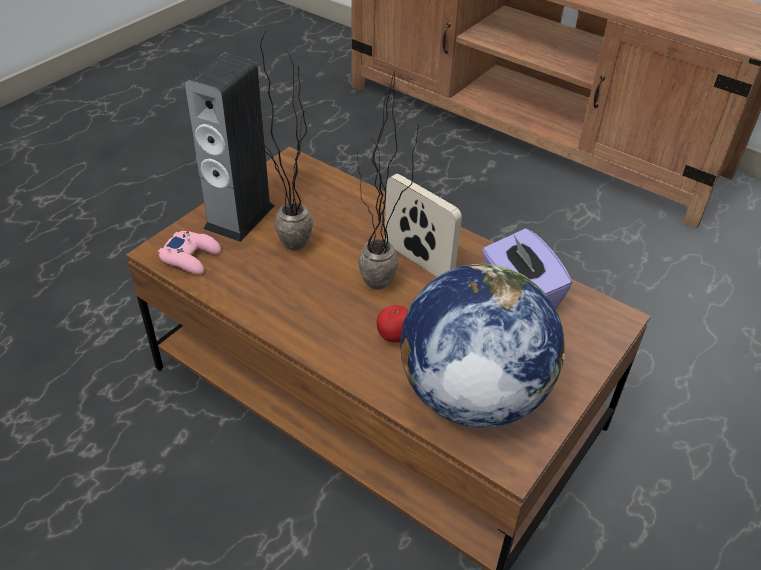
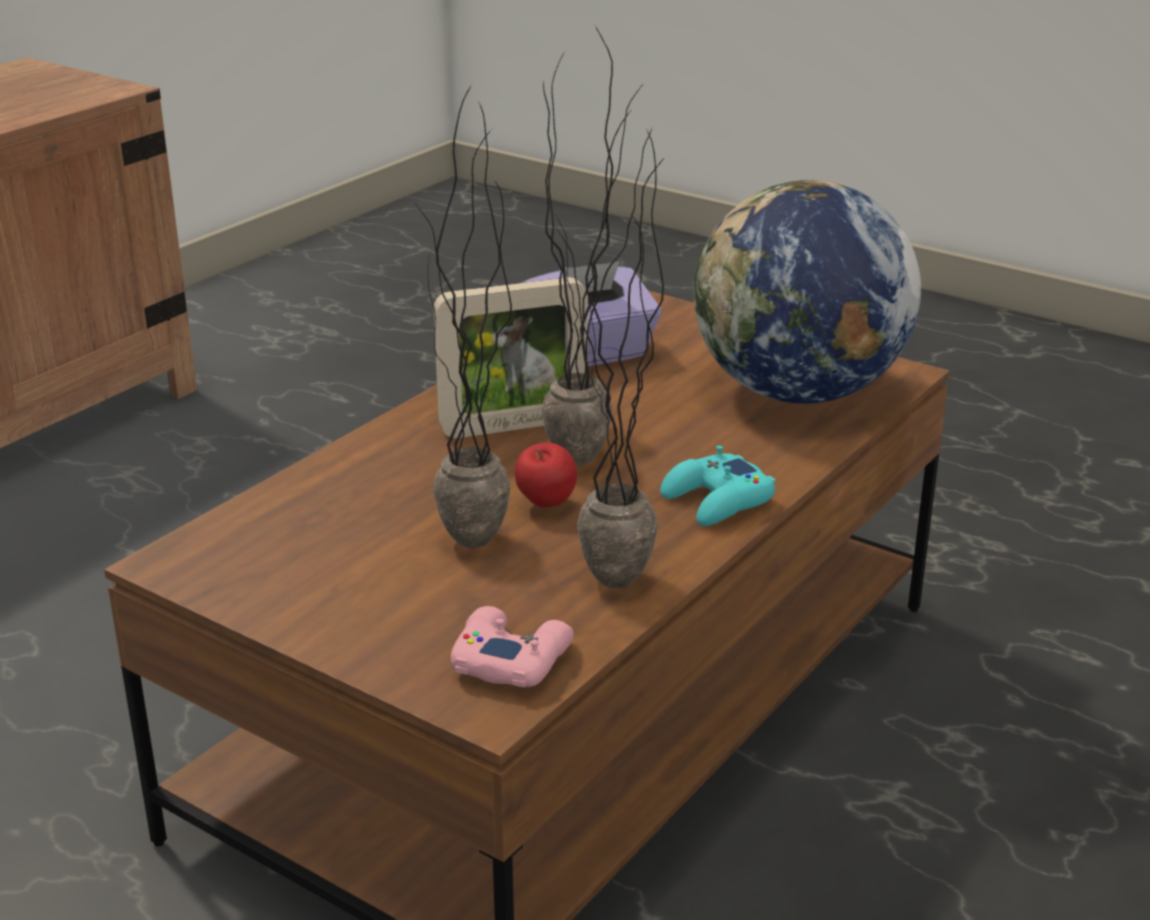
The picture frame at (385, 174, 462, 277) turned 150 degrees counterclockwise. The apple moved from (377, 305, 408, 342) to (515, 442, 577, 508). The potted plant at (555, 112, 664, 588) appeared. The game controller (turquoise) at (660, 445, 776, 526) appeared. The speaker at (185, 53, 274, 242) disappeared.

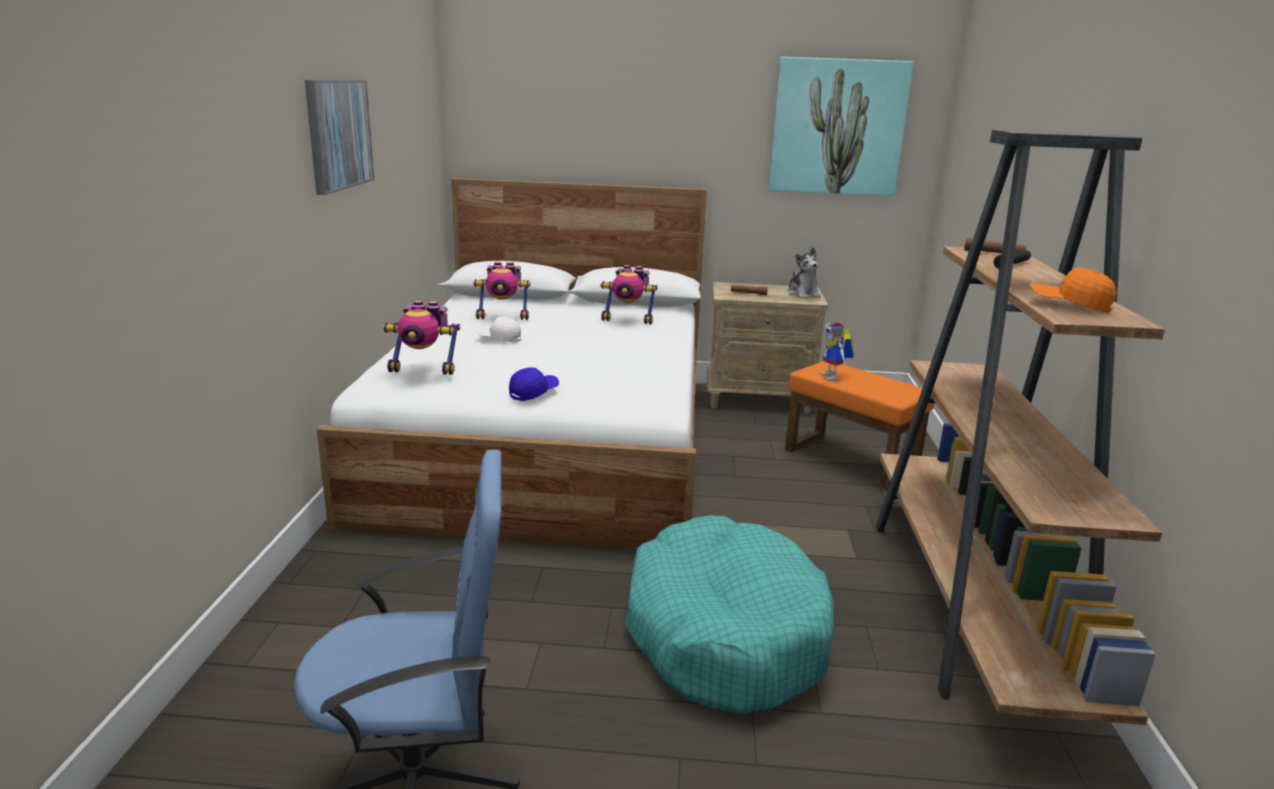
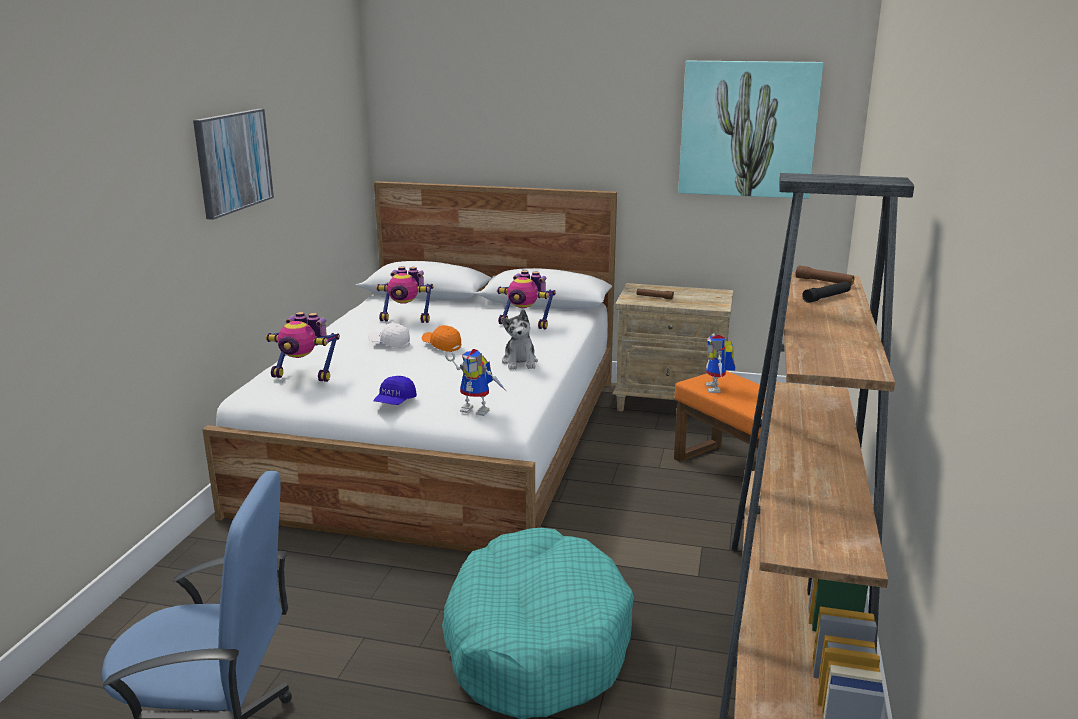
The cap (blue) at (509, 367, 559, 401) turned 150 degrees clockwise. The cap (orange) moved from (1030, 267, 1116, 313) to (422, 325, 461, 352). The toy robot at (445, 349, 507, 416) appeared. The plush toy moved from (787, 247, 821, 299) to (501, 309, 538, 370).

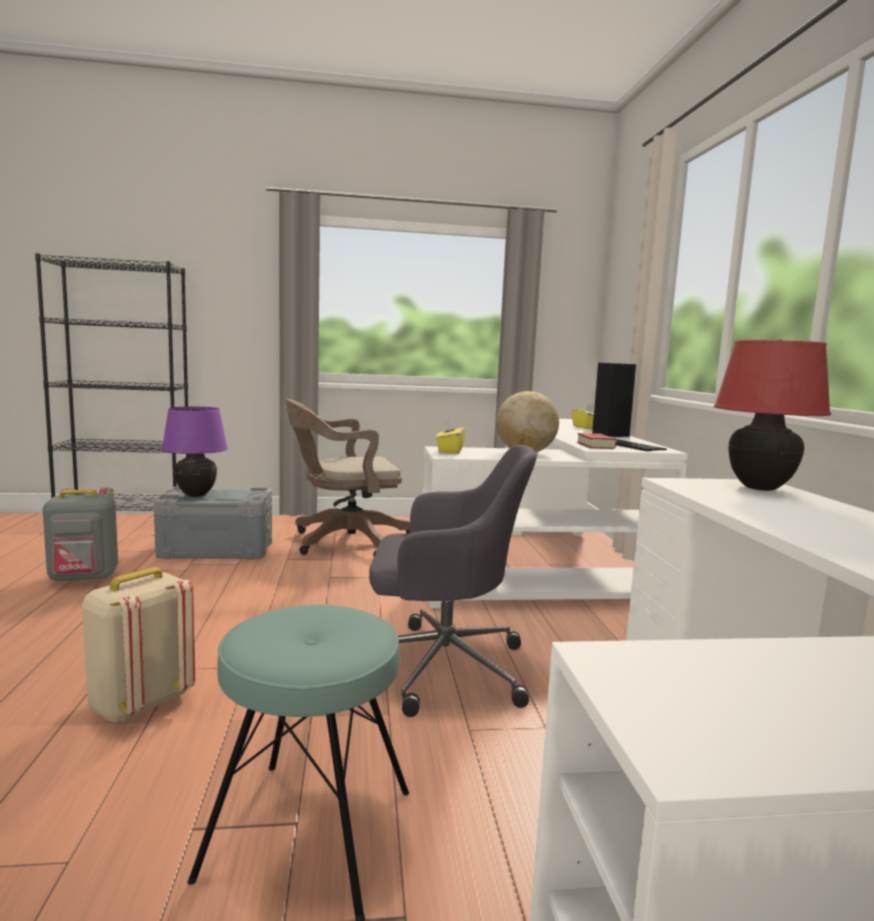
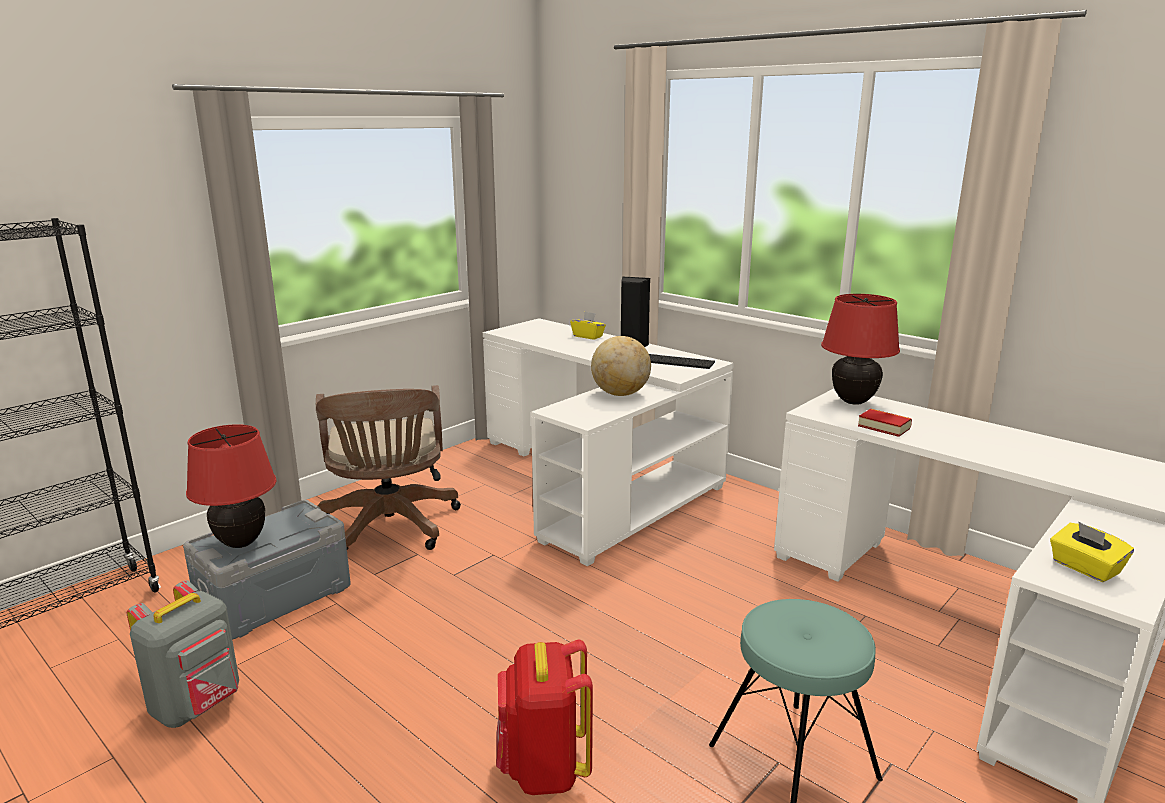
The table lamp (purple) at (161, 406, 228, 497) became the table lamp (red) at (186, 424, 276, 548). The office chair (brown) at (285, 399, 410, 556) turned 45 degrees counterclockwise. The backpack (beige) at (82, 567, 195, 723) became the backpack (red) at (496, 639, 593, 795). The book moved from (577, 433, 617, 449) to (858, 409, 912, 437). The tissue box (yellow) moved from (436, 420, 465, 454) to (1050, 521, 1134, 582). The office chair (grey) at (369, 445, 537, 717) disappeared.

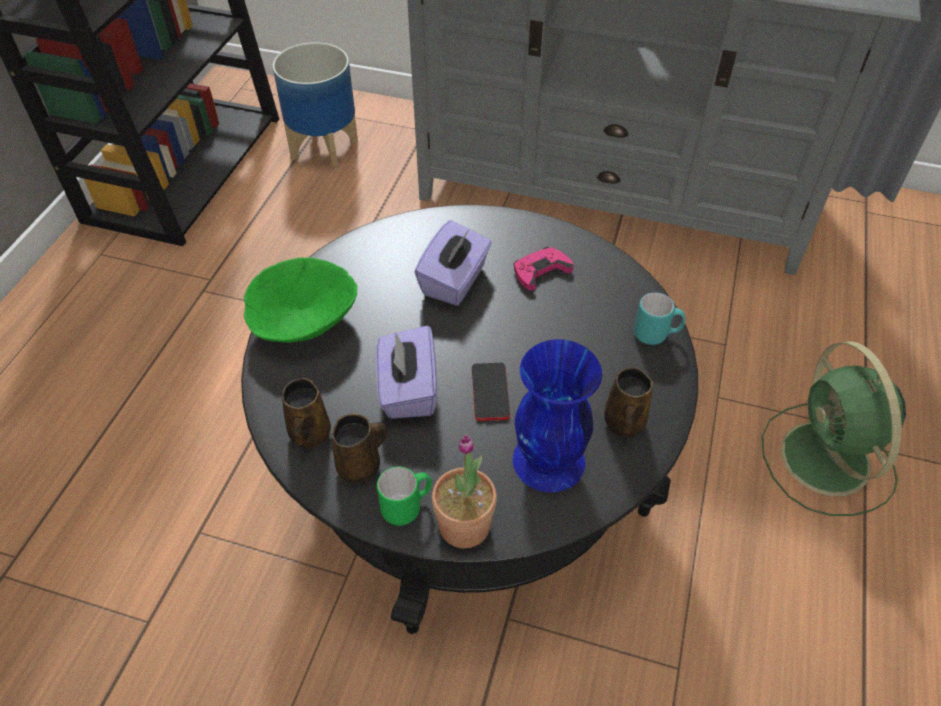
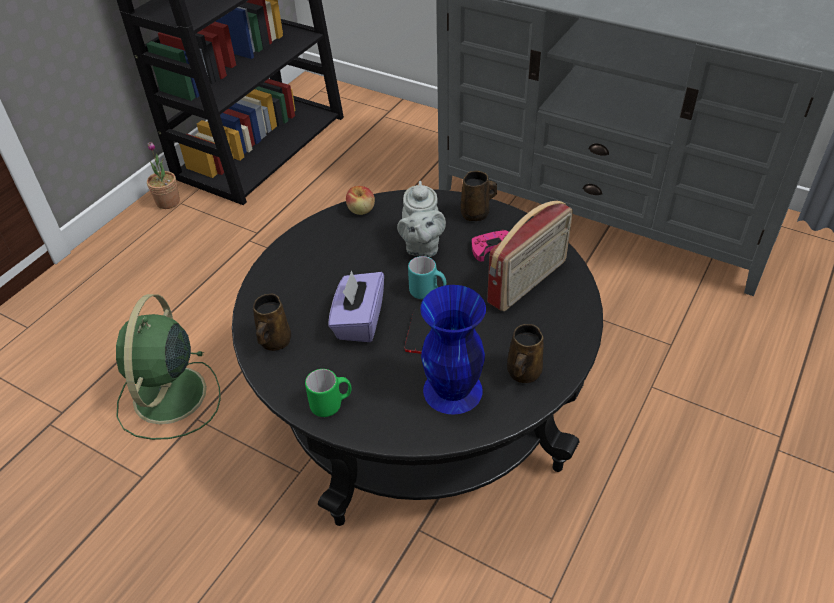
The fan (green) moved from (762, 341, 906, 516) to (116, 294, 221, 440). The potted plant moved from (432, 434, 497, 549) to (147, 142, 180, 209). The apple at (346, 186, 375, 215) appeared. The tissue box (purple) at (414, 220, 492, 306) was replaced by the teapot (grey) at (397, 181, 446, 257). The mug (turquoise) moved from (634, 292, 685, 345) to (408, 256, 446, 299). The mug (brown) moved from (331, 413, 388, 484) to (460, 171, 497, 221). The radio at (487, 200, 573, 312) appeared. The bowl (green) at (244, 257, 357, 343) disappeared. The planter at (272, 42, 358, 170) disappeared.

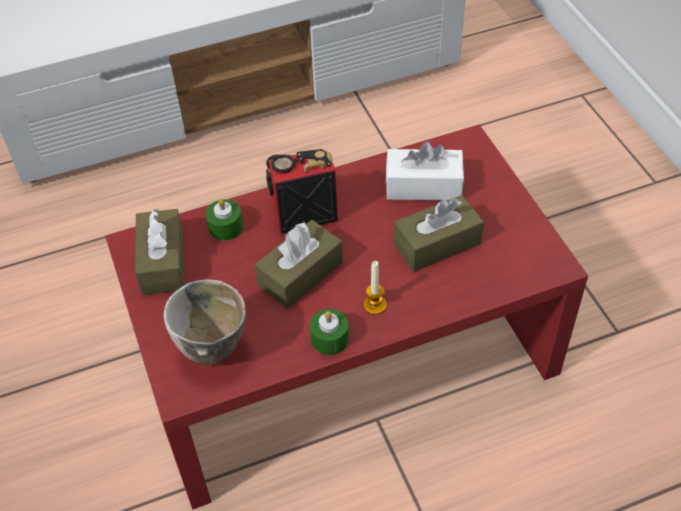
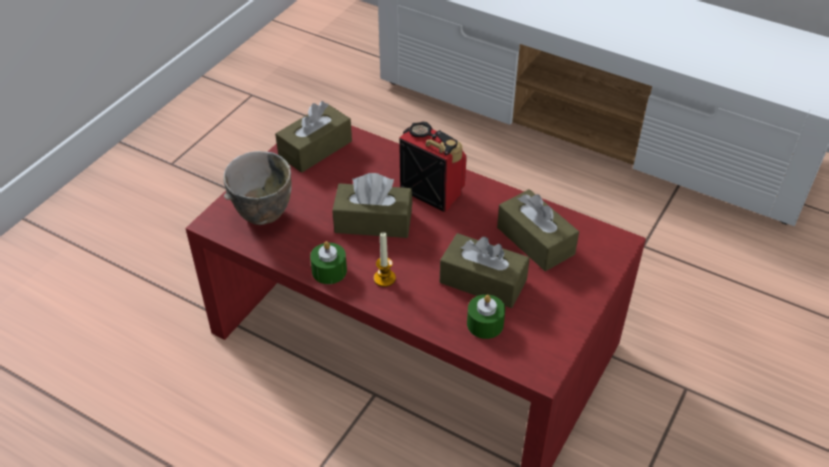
The candle (green) moved from (206, 199, 243, 241) to (467, 294, 505, 339). The tissue box (white) at (386, 142, 464, 200) became the tissue box (brown) at (497, 189, 579, 271).

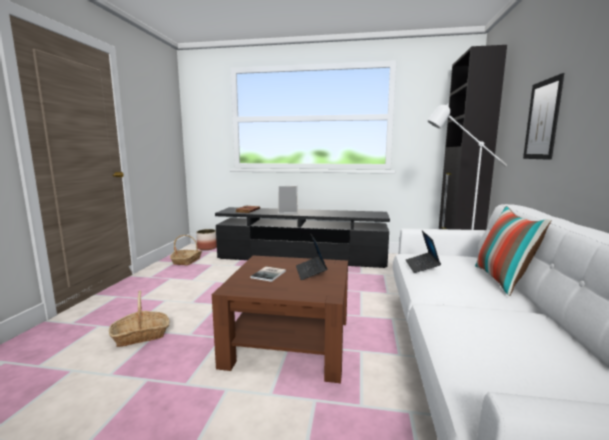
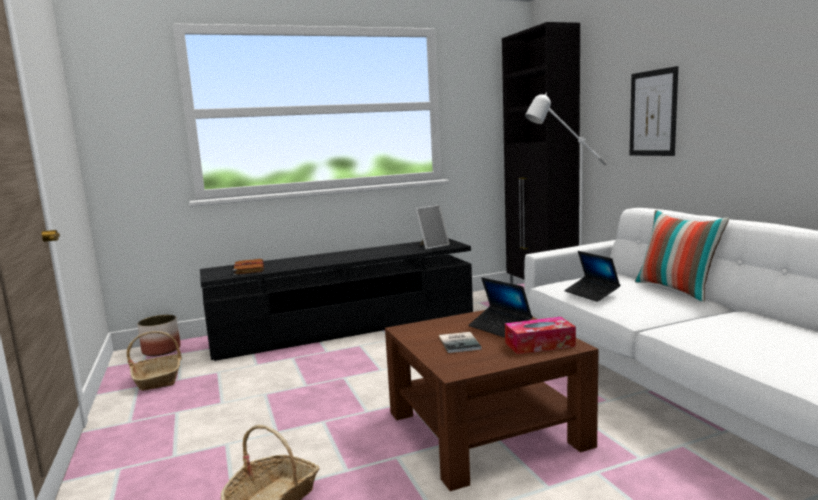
The picture frame moved from (278, 186, 298, 214) to (415, 205, 450, 250). The tissue box at (505, 317, 576, 354) appeared.

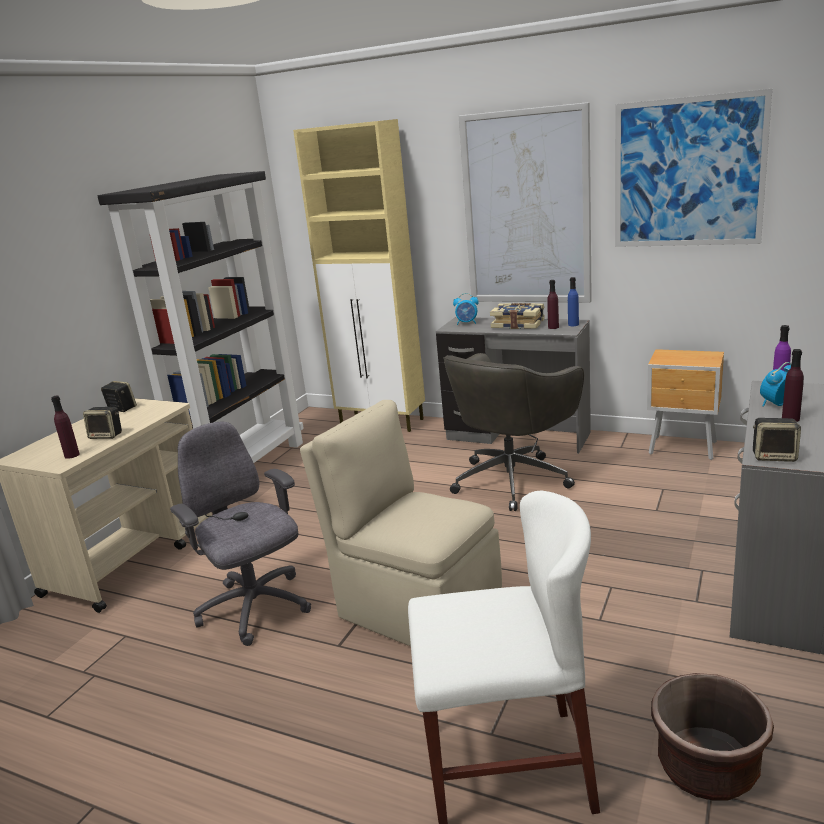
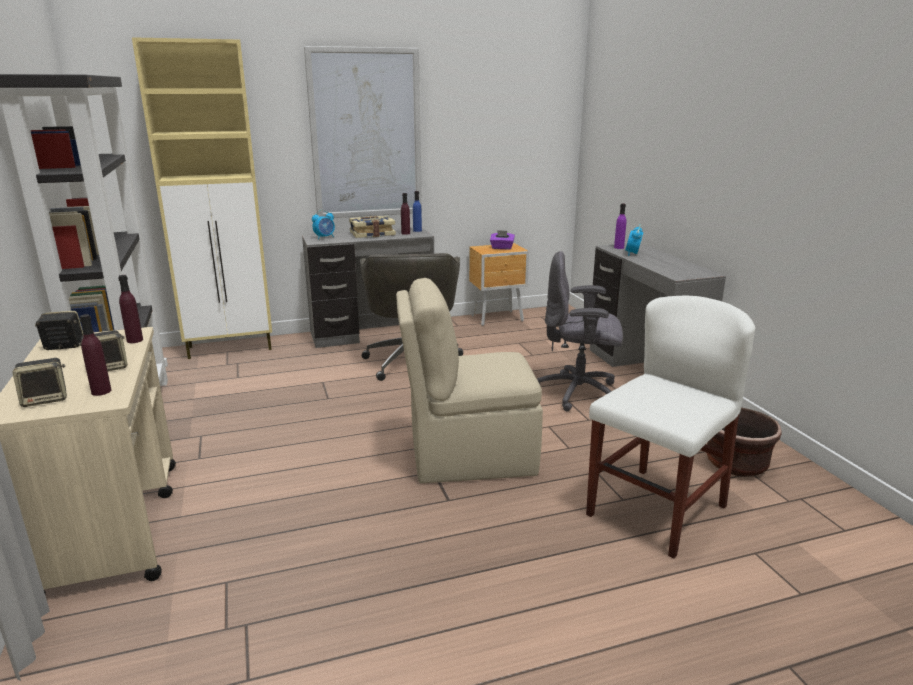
The speaker moved from (753, 418, 801, 462) to (12, 358, 67, 407). The bottle (purple) moved from (782, 349, 804, 422) to (118, 275, 143, 343). The tissue box (purple) at (490, 230, 515, 250) appeared. The office chair (grey) moved from (170, 422, 311, 646) to (537, 251, 623, 411). The picture at (615, 89, 772, 247) disappeared.

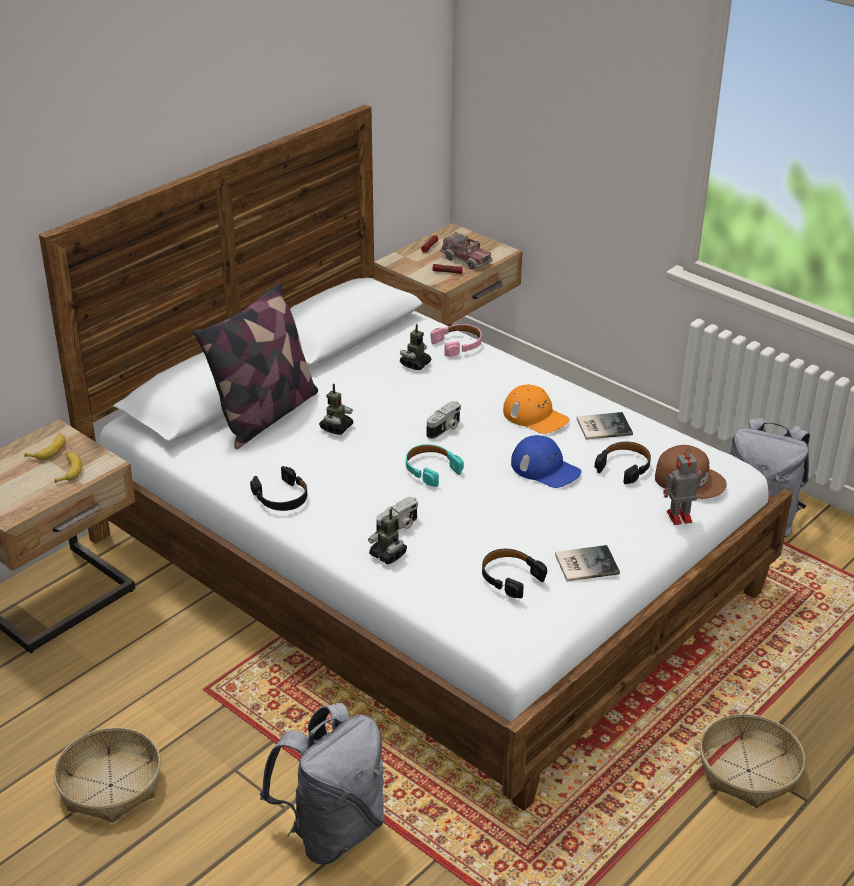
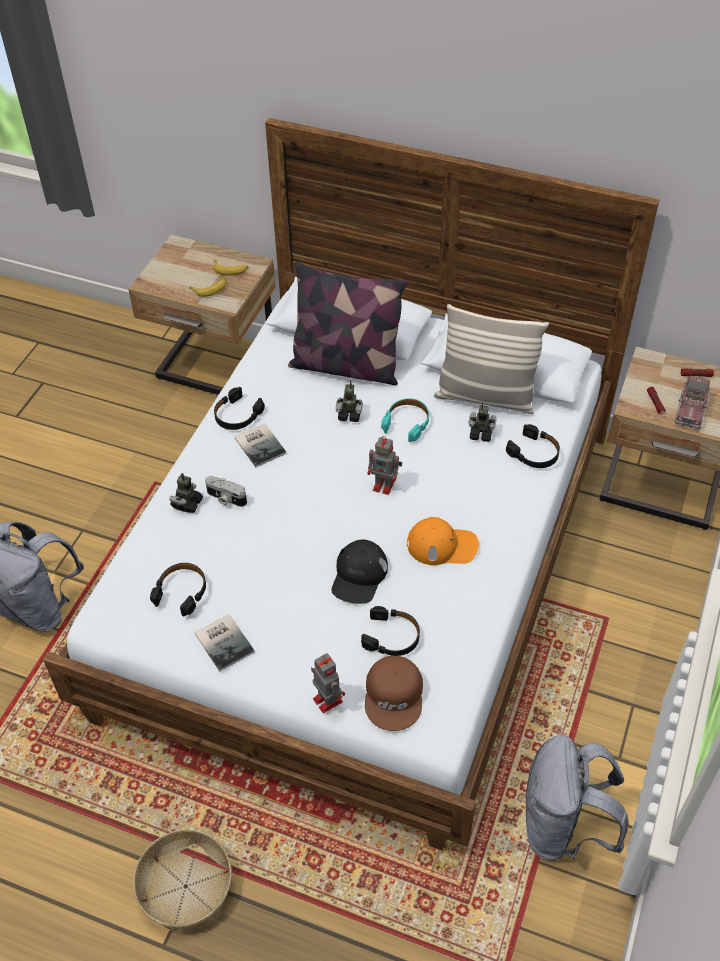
The book moved from (577, 412, 633, 440) to (235, 424, 286, 467). The cap (blue) at (511, 435, 581, 488) became the cap (black) at (332, 540, 388, 604). The photo camera at (427, 401, 461, 439) was replaced by the toy robot at (367, 436, 402, 495). The headphones (turquoise) moved from (406, 444, 464, 487) to (381, 398, 429, 442). The cap (orange) at (503, 384, 569, 434) turned 105 degrees counterclockwise. The pillow at (434, 304, 549, 414) appeared. The headphones (pink) at (431, 324, 481, 357) became the headphones (black) at (506, 424, 560, 468). The basket at (54, 727, 161, 823) disappeared.

